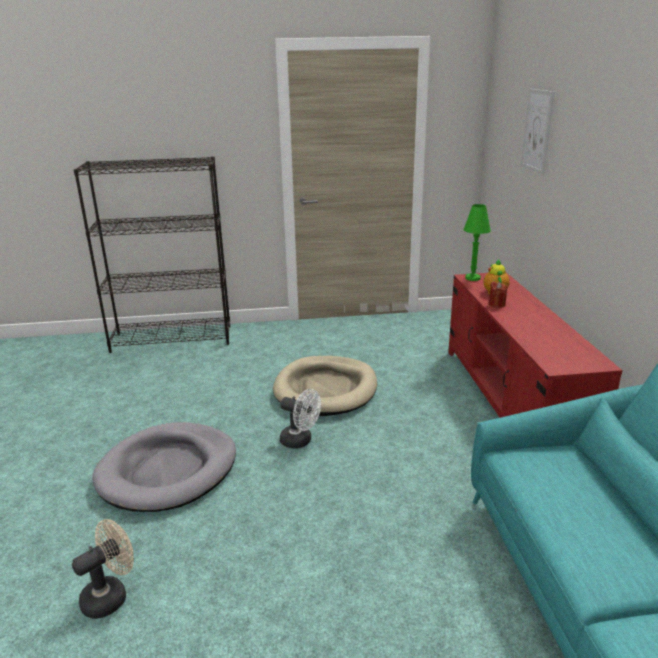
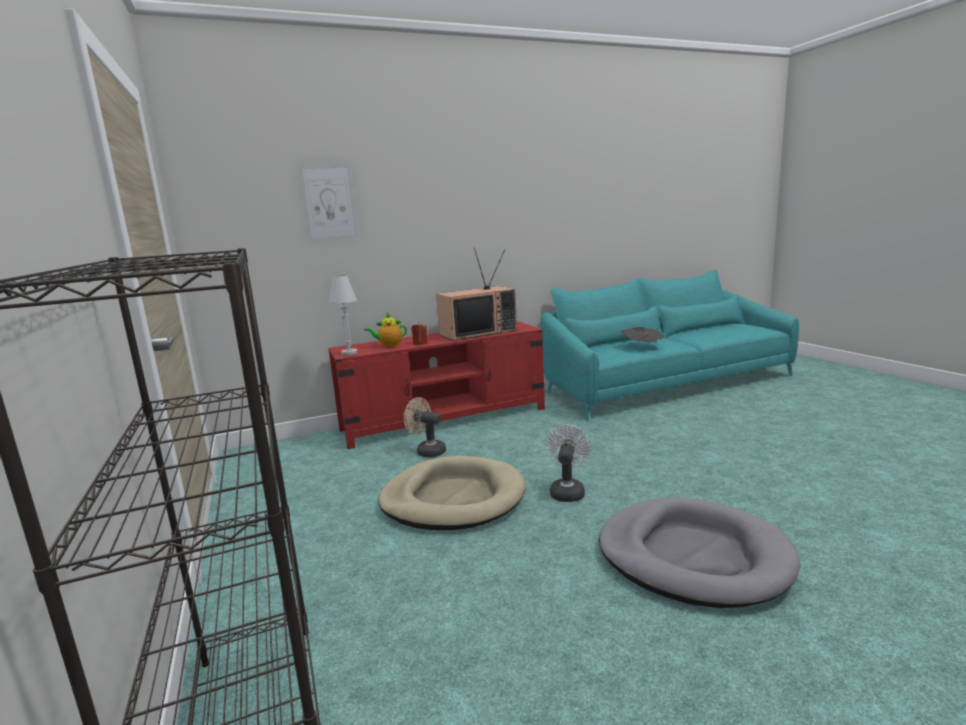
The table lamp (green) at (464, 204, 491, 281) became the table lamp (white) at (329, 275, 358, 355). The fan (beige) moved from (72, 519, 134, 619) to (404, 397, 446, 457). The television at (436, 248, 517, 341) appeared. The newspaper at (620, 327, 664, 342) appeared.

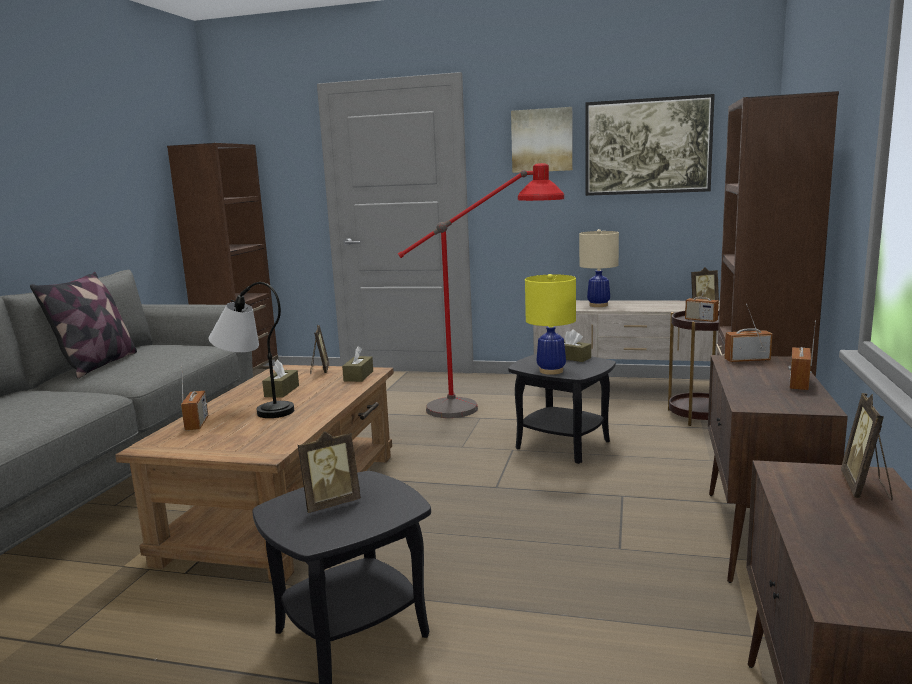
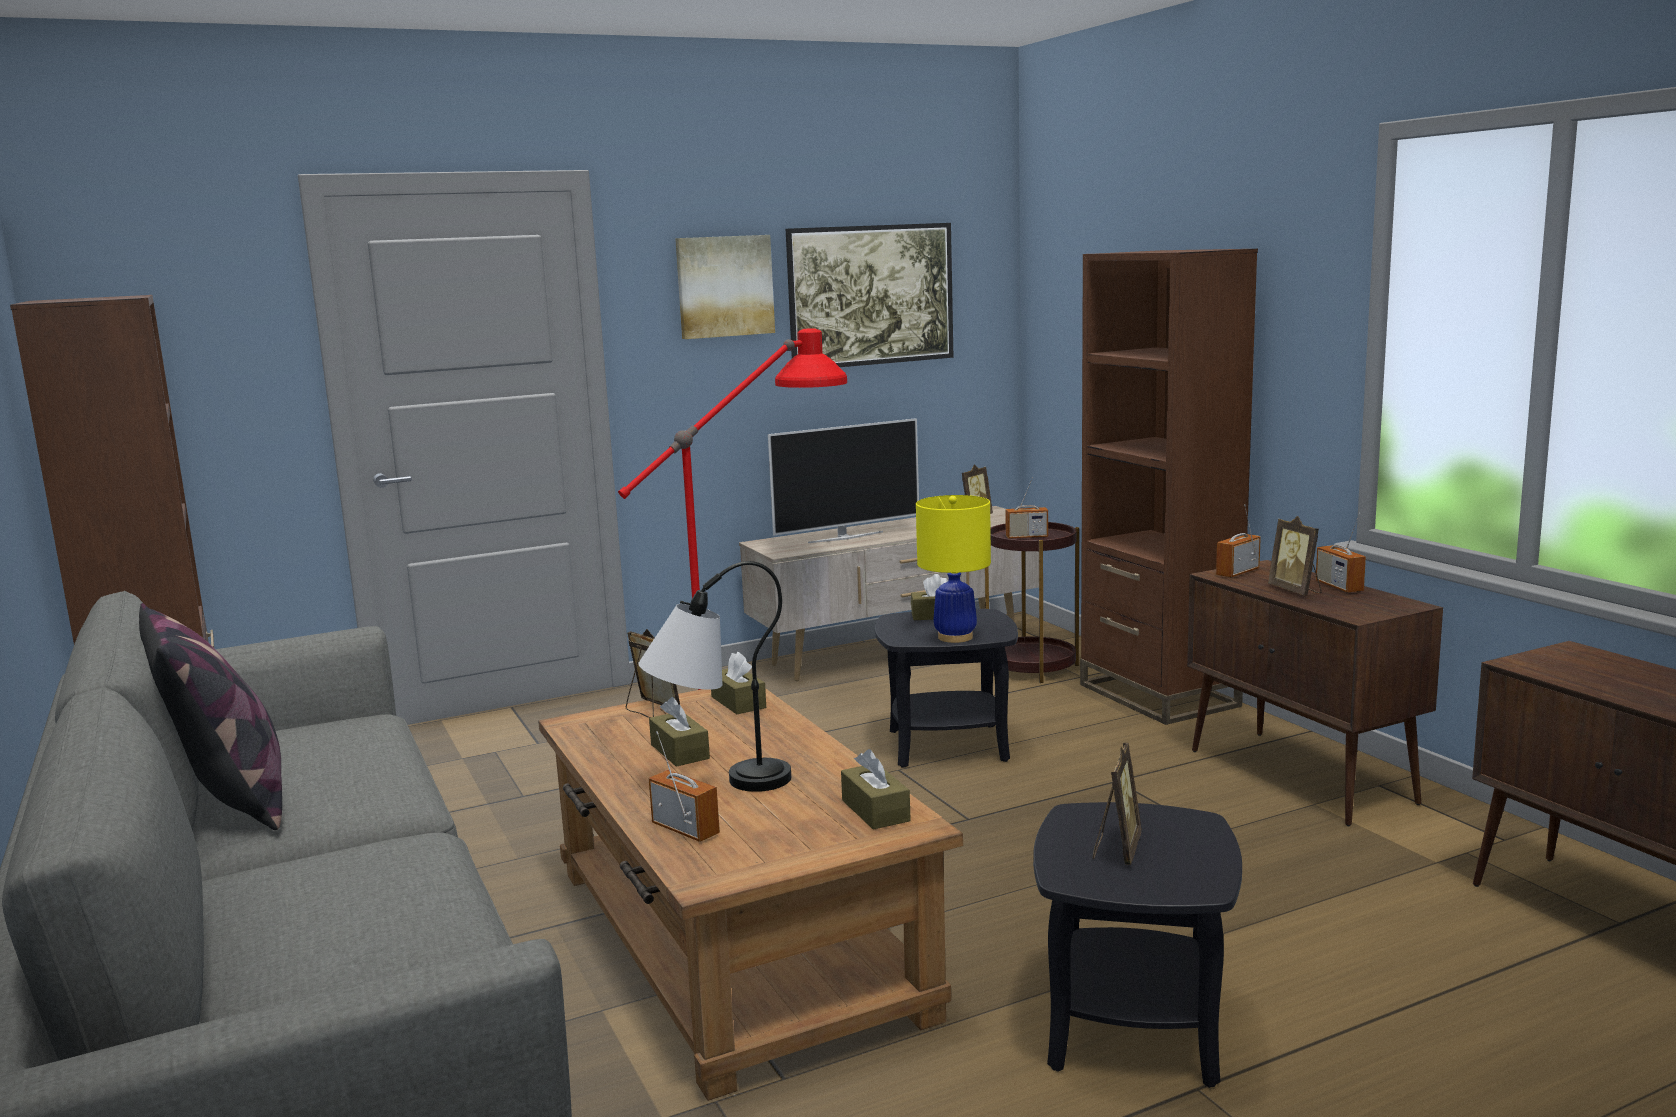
The table lamp (beige) at (579, 229, 619, 307) was replaced by the television at (768, 418, 919, 543). The tissue box (brown) at (841, 749, 911, 830) appeared. The picture frame moved from (841, 393, 893, 500) to (1268, 516, 1322, 595).

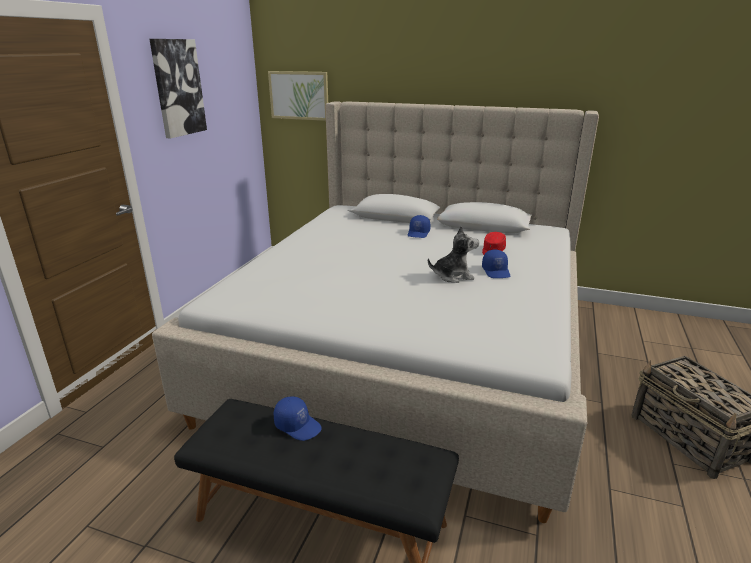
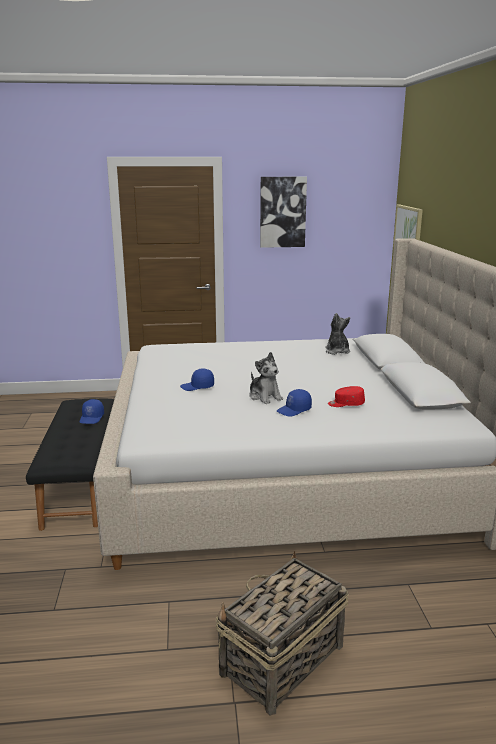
The cap (blue) moved from (408, 215, 431, 238) to (180, 368, 214, 391). The plush toy at (325, 313, 350, 355) appeared.

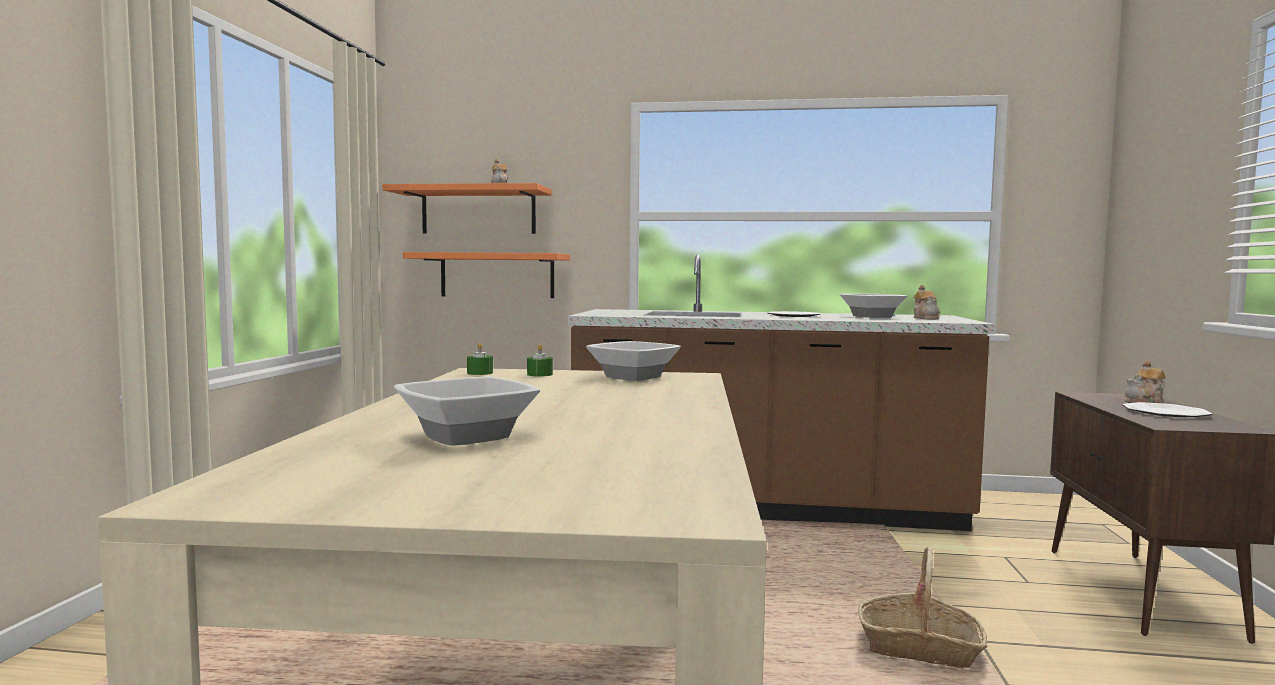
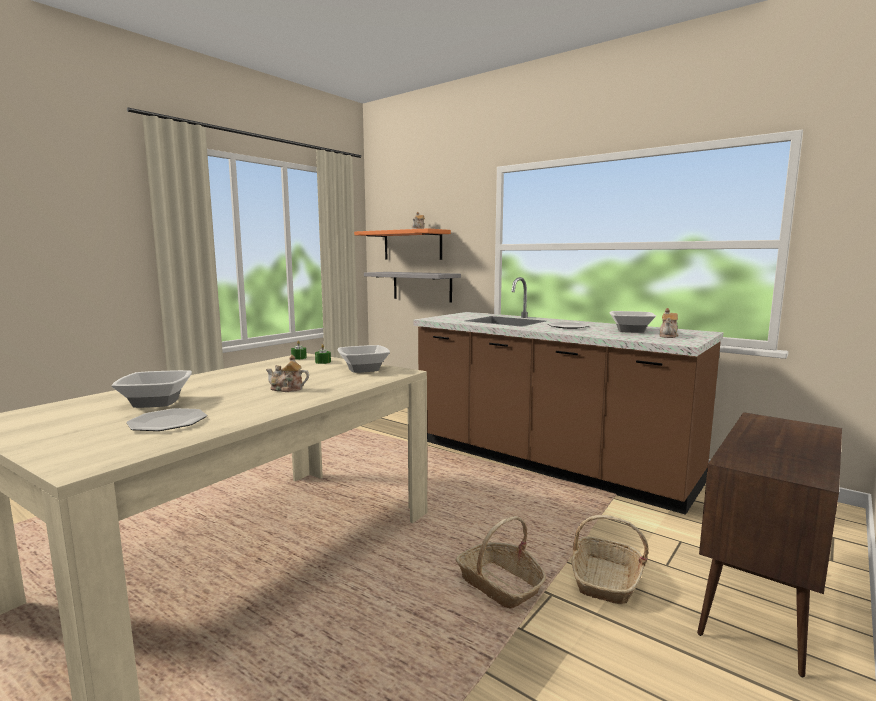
The plate moved from (1123, 402, 1212, 417) to (126, 408, 207, 431). The teapot moved from (1125, 361, 1166, 403) to (266, 355, 309, 392). The shelf (orange) at (403, 252, 570, 298) became the shelf (grey) at (364, 272, 461, 303). The basket at (571, 515, 649, 604) appeared.

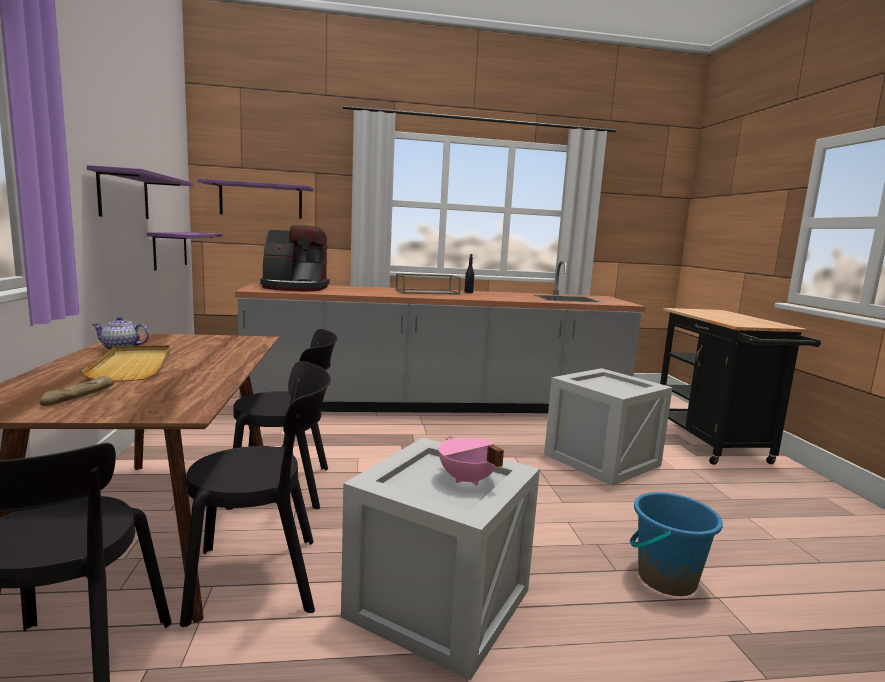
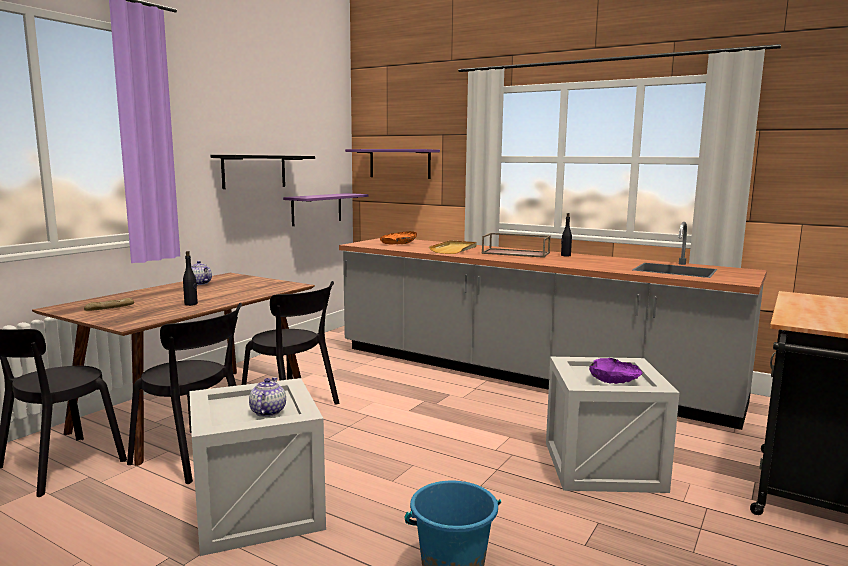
The bottle (black) at (183, 251, 198, 306) appeared. The shelf (purple) at (87, 165, 193, 219) became the shelf (black) at (210, 155, 315, 189). The cooking pot (pink) at (438, 436, 504, 486) was replaced by the teapot at (249, 377, 286, 417). The coffee machine at (260, 225, 329, 291) was replaced by the bowl (orange) at (380, 231, 417, 244). The tray (beige) moved from (81, 345, 170, 381) to (429, 240, 477, 254). The bowl (purple) at (589, 358, 643, 384) appeared.

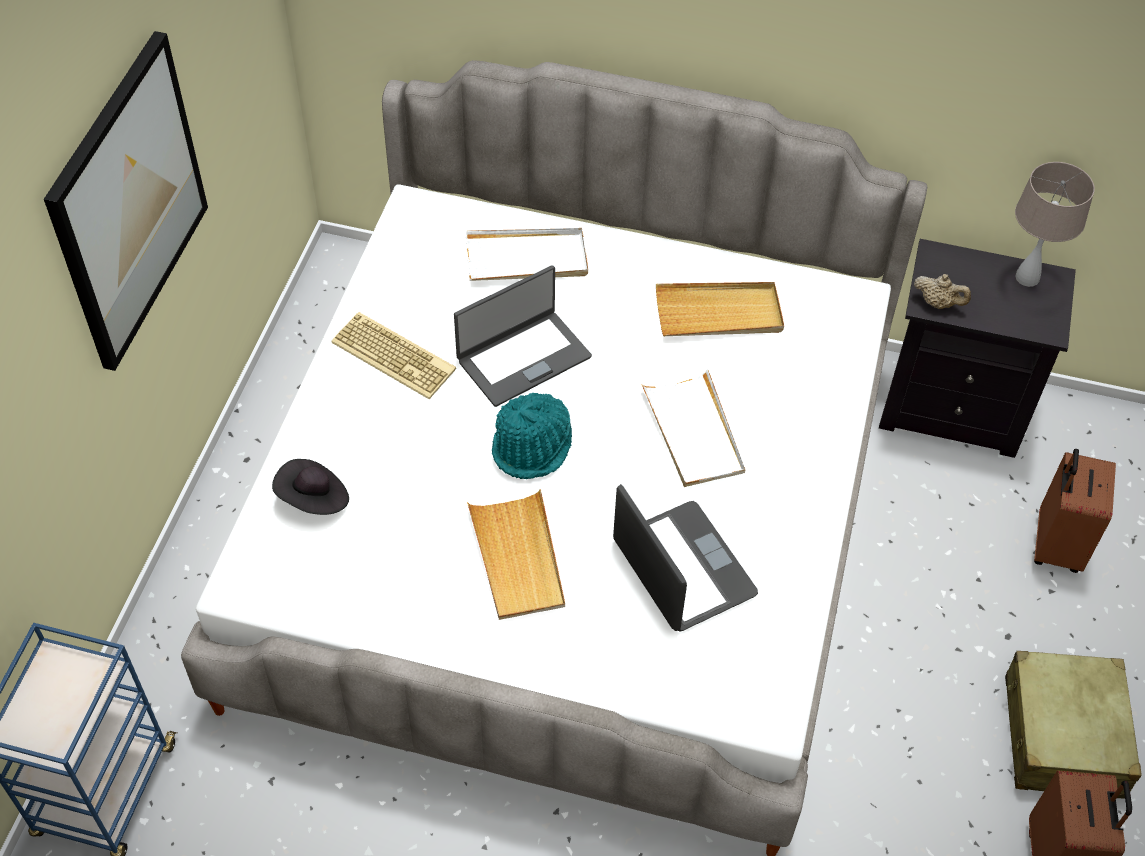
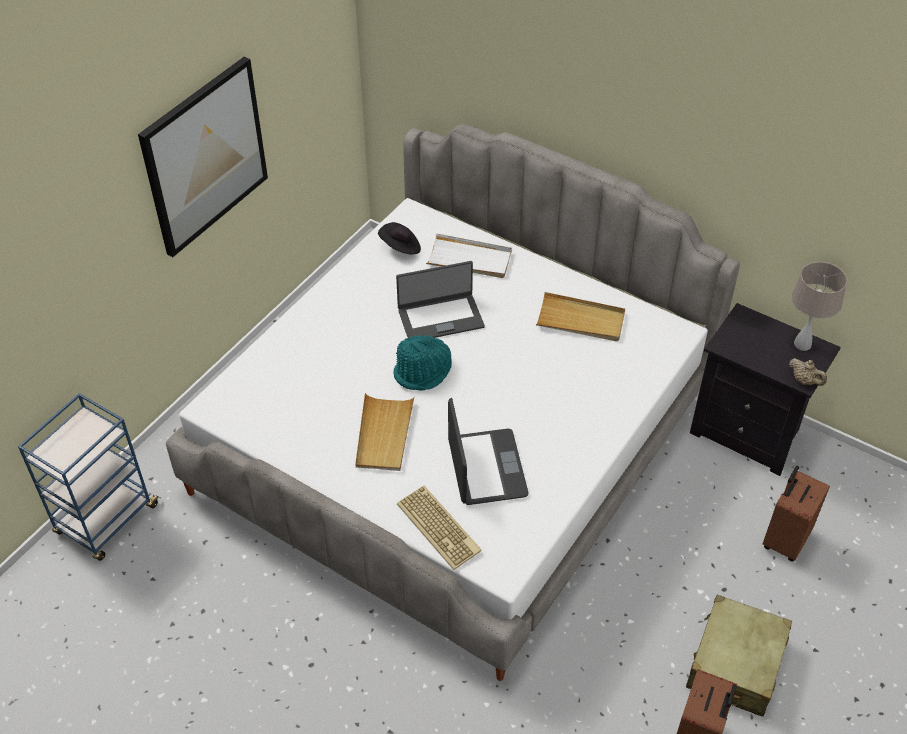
The hat (black) moved from (272, 459, 349, 515) to (378, 222, 421, 255). The keyboard moved from (331, 312, 456, 399) to (397, 486, 482, 570). The teapot (beige) moved from (914, 274, 971, 309) to (789, 358, 827, 386). The tray (white) at (641, 369, 746, 487) disappeared.

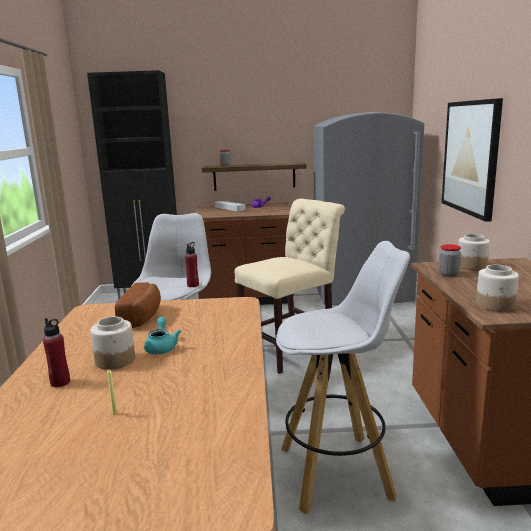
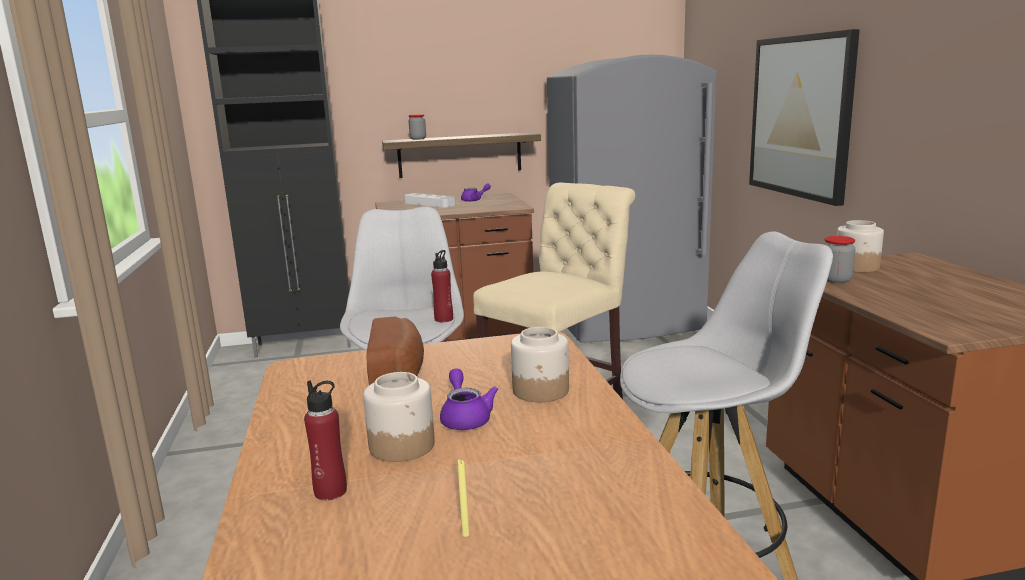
The teapot (turquoise) at (144, 317, 181, 354) became the teapot (purple) at (440, 369, 498, 430). The jar moved from (476, 265, 519, 312) to (511, 327, 569, 402).

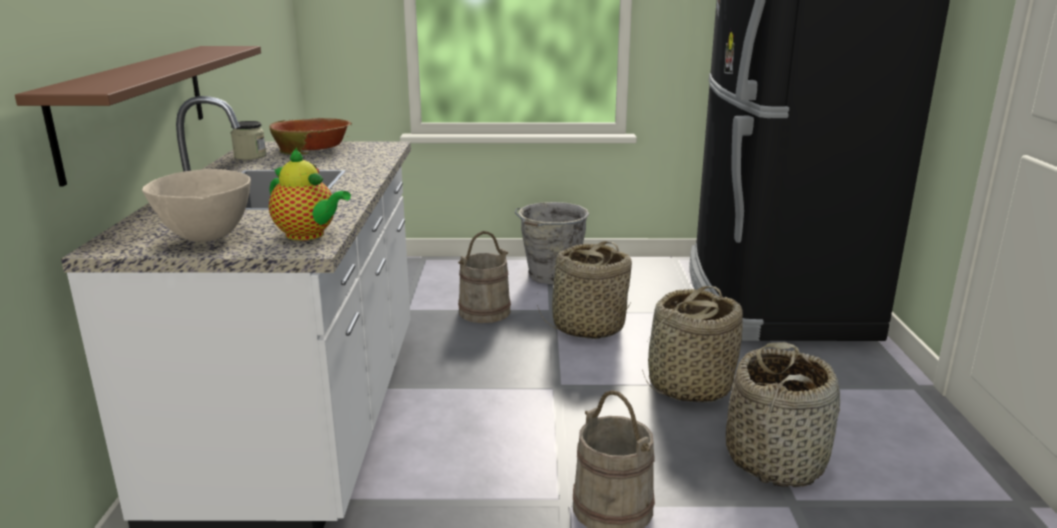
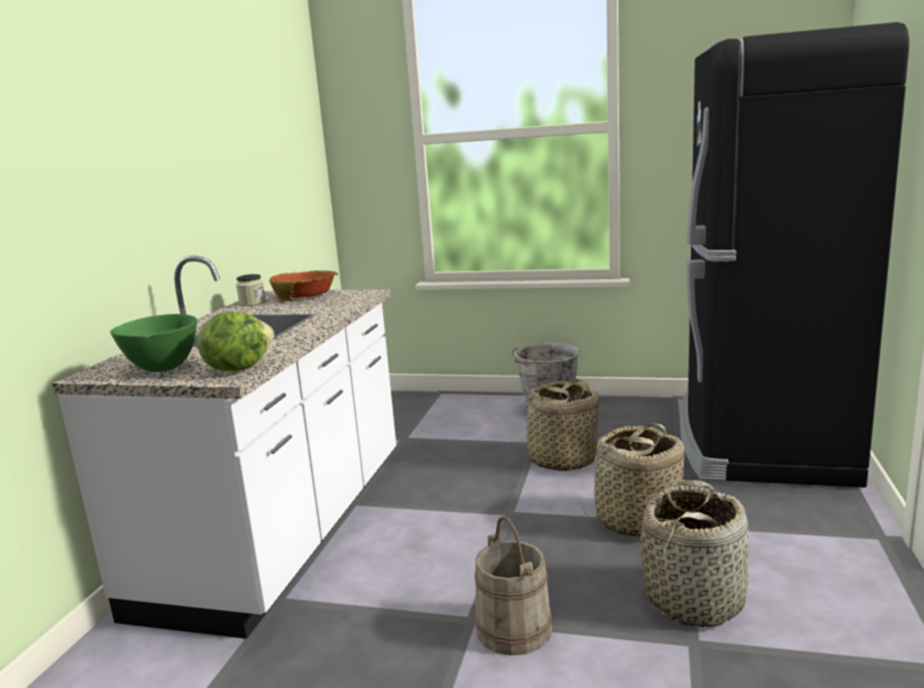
The bowl (beige) at (142, 169, 251, 242) became the bowl (green) at (110, 314, 197, 372). The teapot at (269, 148, 351, 241) was replaced by the lettuce at (197, 312, 274, 371). The shelf (brown) at (15, 46, 261, 187) disappeared. The bucket (beige) at (458, 231, 511, 323) disappeared.

